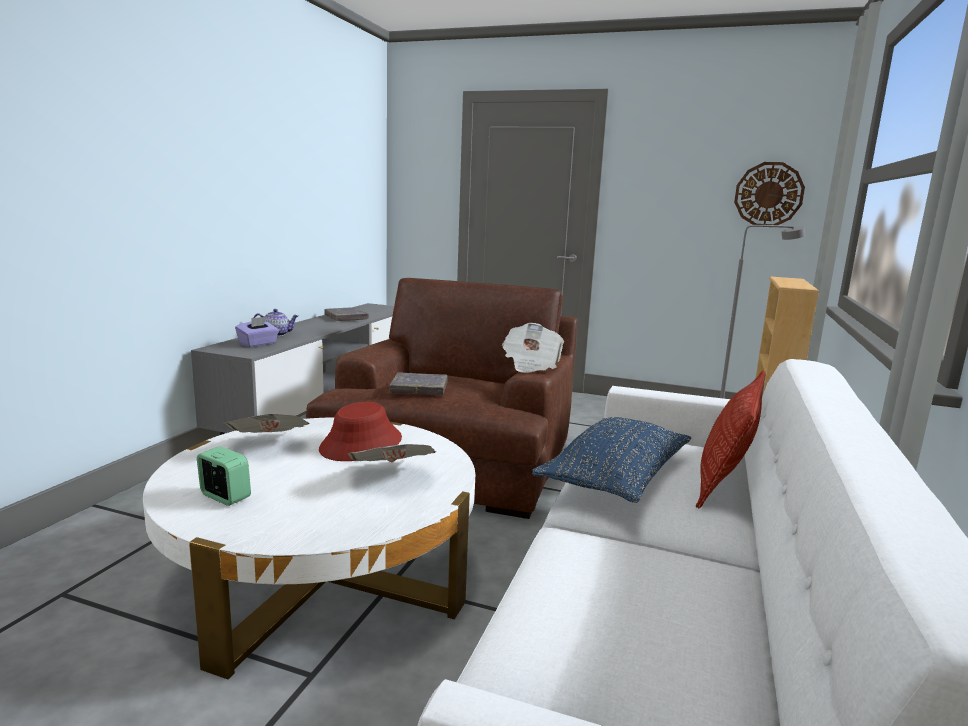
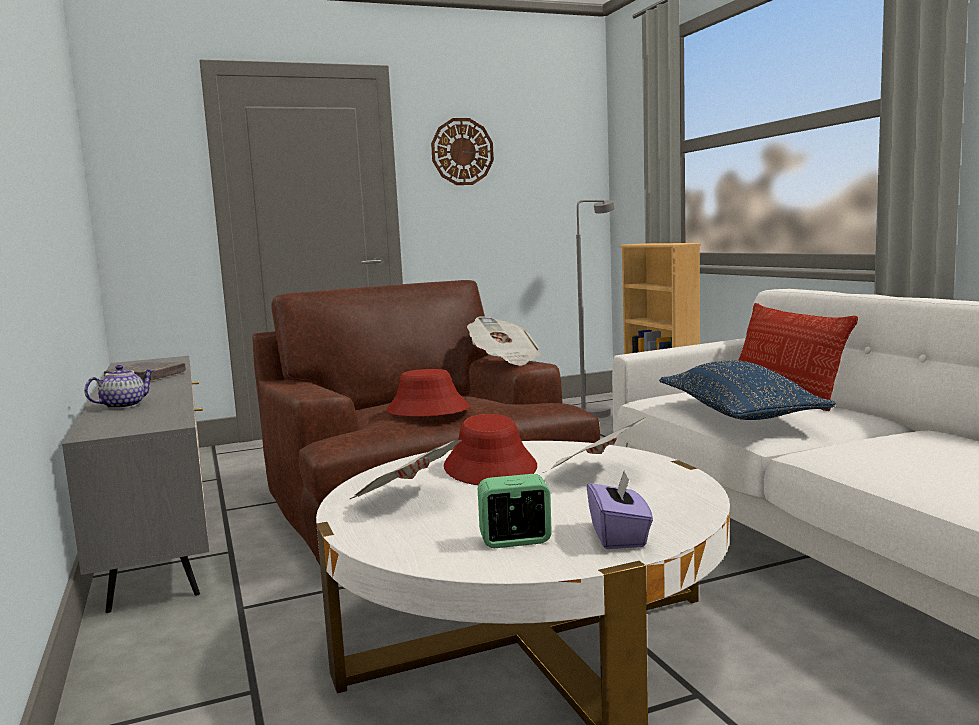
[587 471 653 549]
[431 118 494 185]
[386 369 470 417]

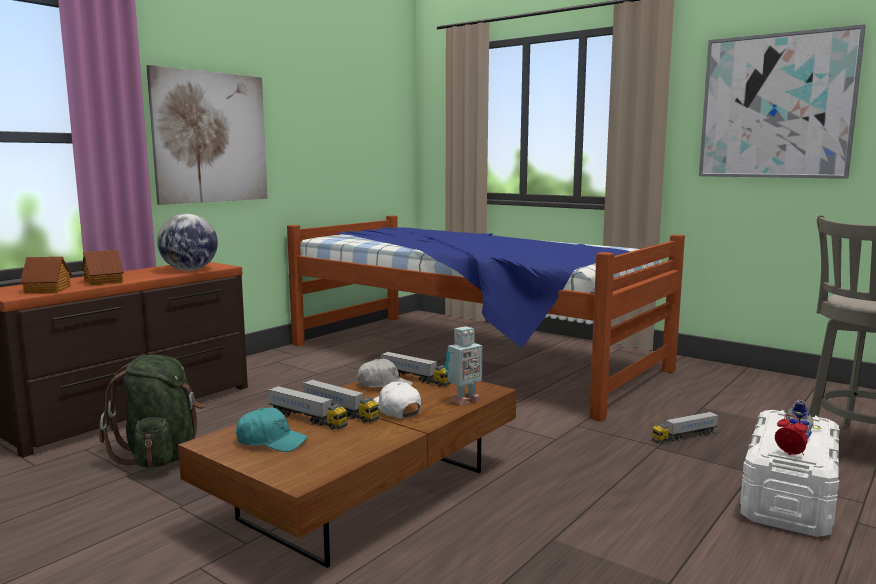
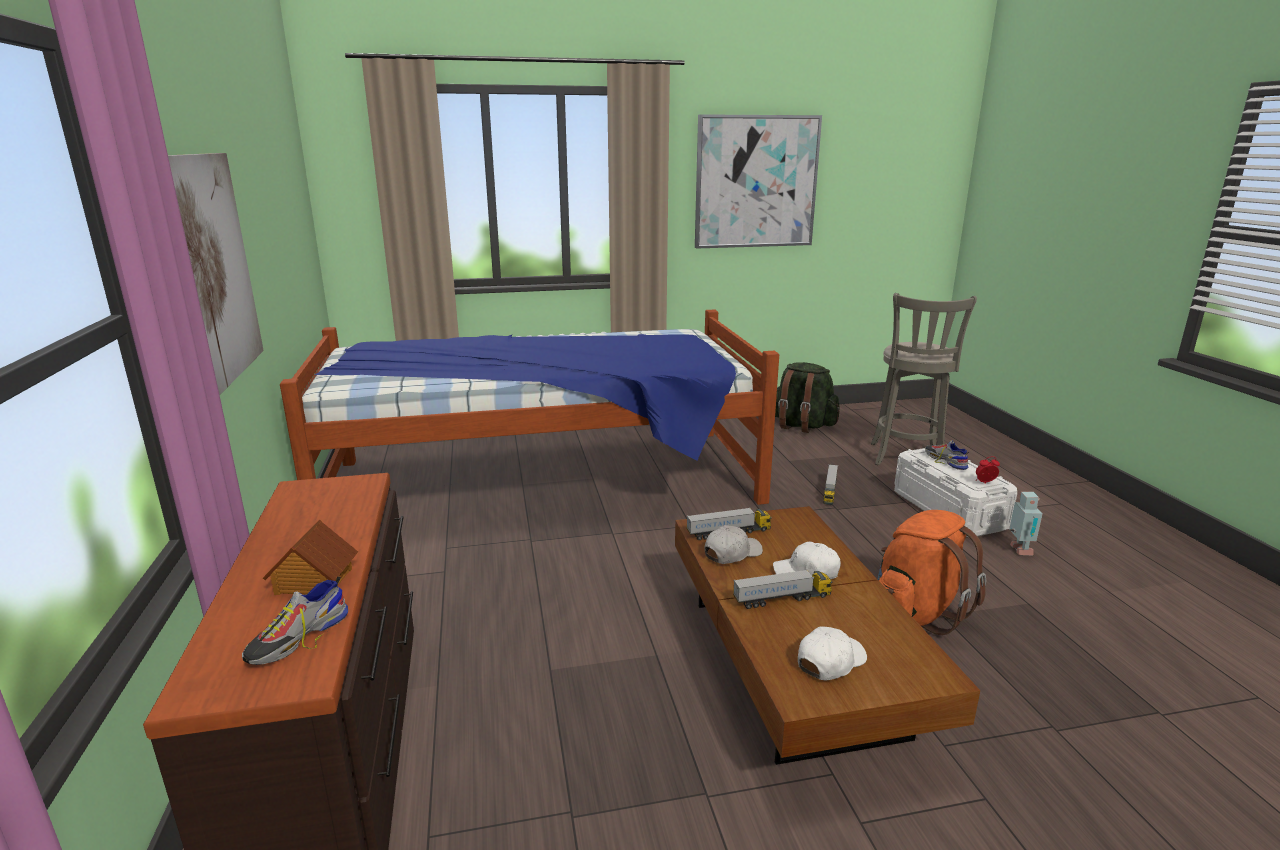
[157 214 218 271] (first image)
[268 386 348 430] (first image)
[878 510 986 635]
[775 362 840 433]
[1009 492 1043 556]
[242 576 348 665]
[798 626 867 680]

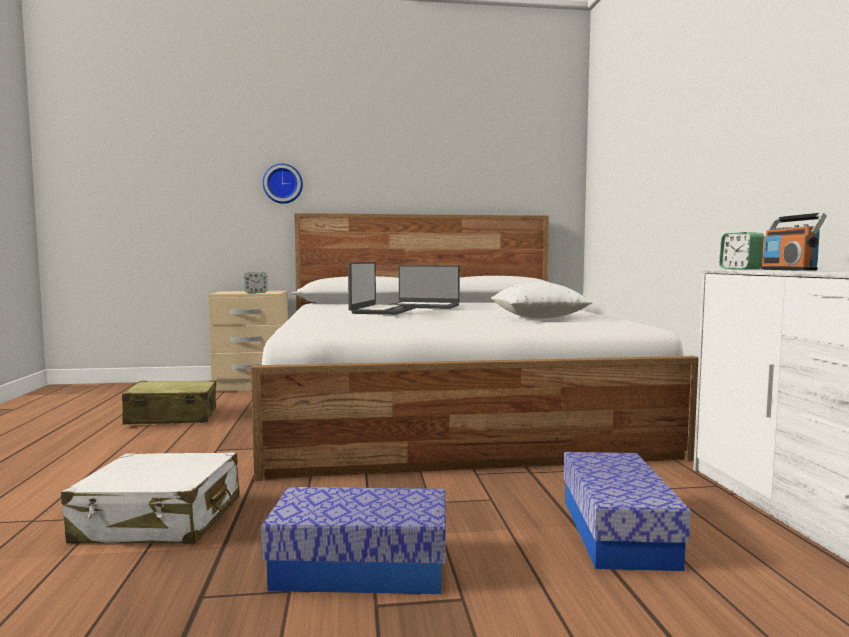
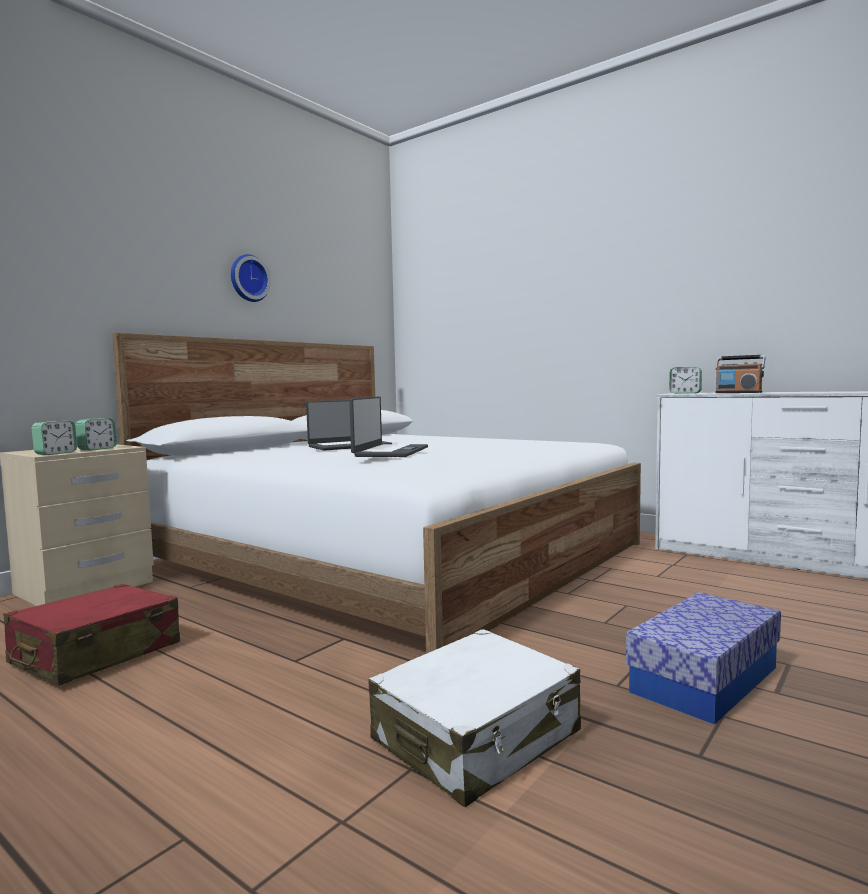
[491 282 592 319] (first image)
[563 452 691 571] (first image)
[31 421 77 455]
[231 254 271 302]
[3 584 180 686]
[349 396 428 457]

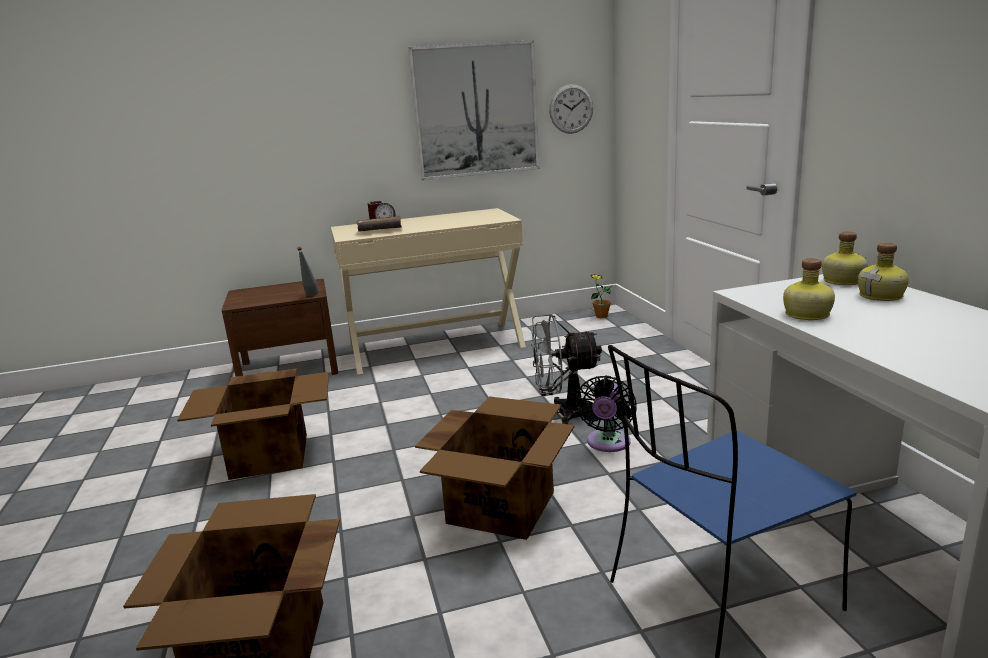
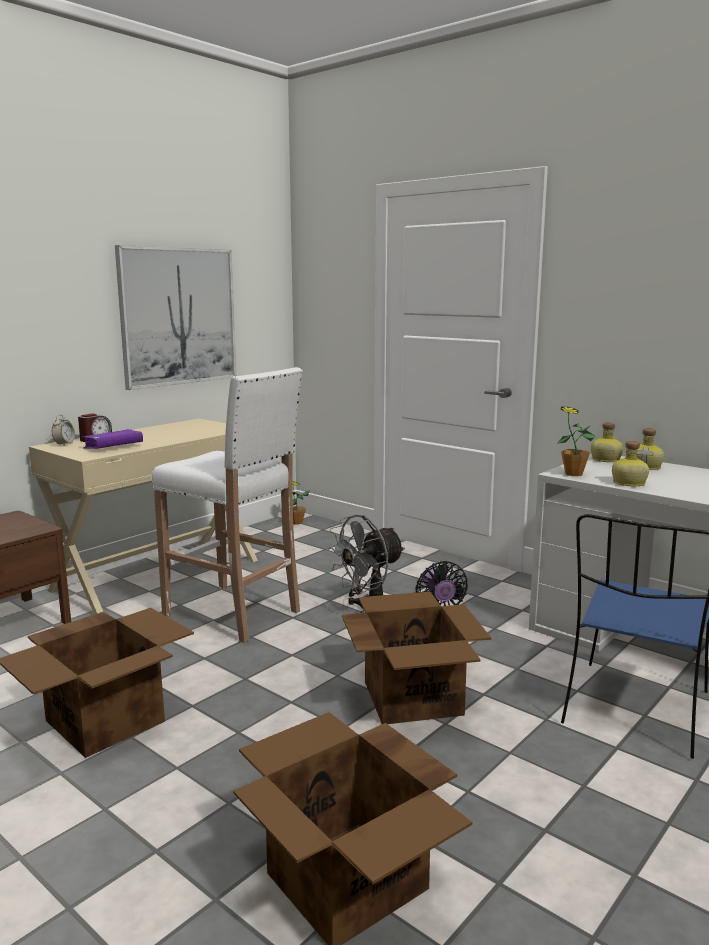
[297 247 319 296] (first image)
[549 84 593 134] (first image)
[52 415 75 445]
[151 367 303 643]
[557 407 596 476]
[82 429 143 449]

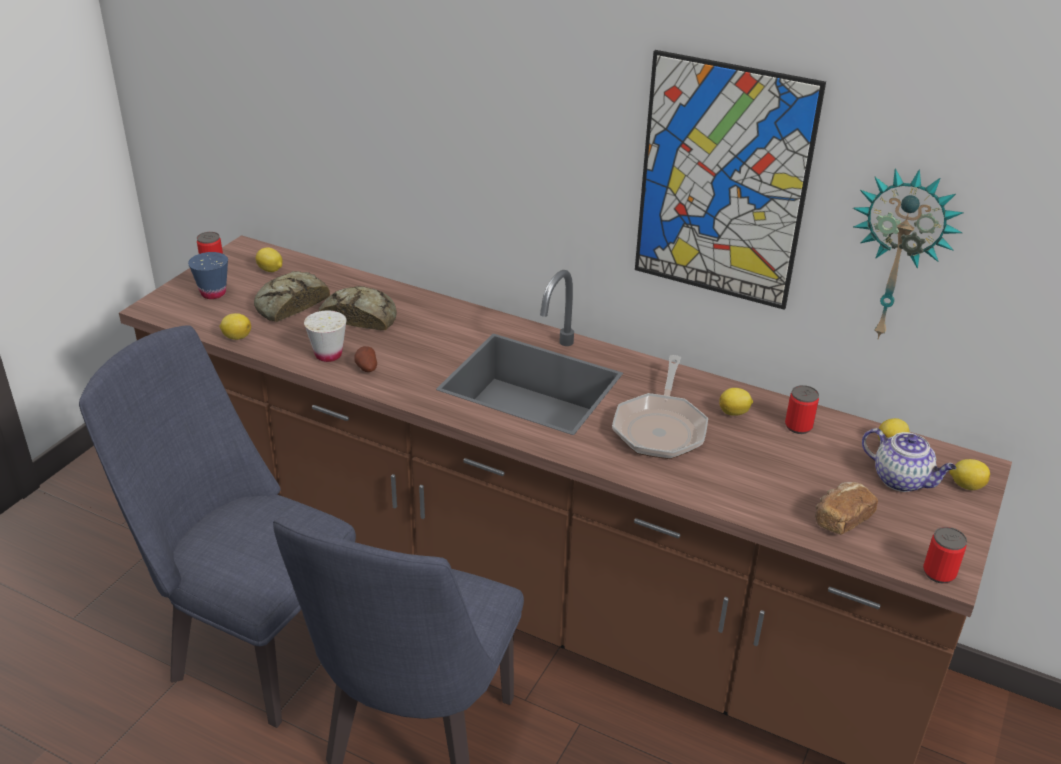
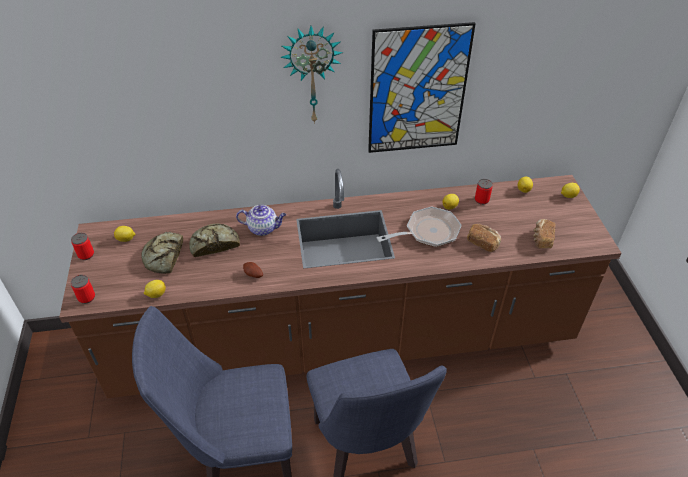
[188 252 228 299] (first image)
[304 310 347 362] (first image)
[467 224 501 252]
[280 26 343 124]
[236 205 286 236]
[71 275 95 304]
[377 207 462 247]

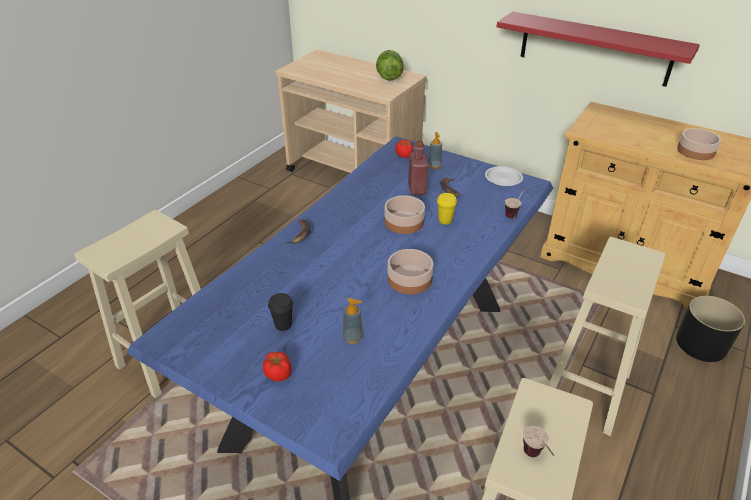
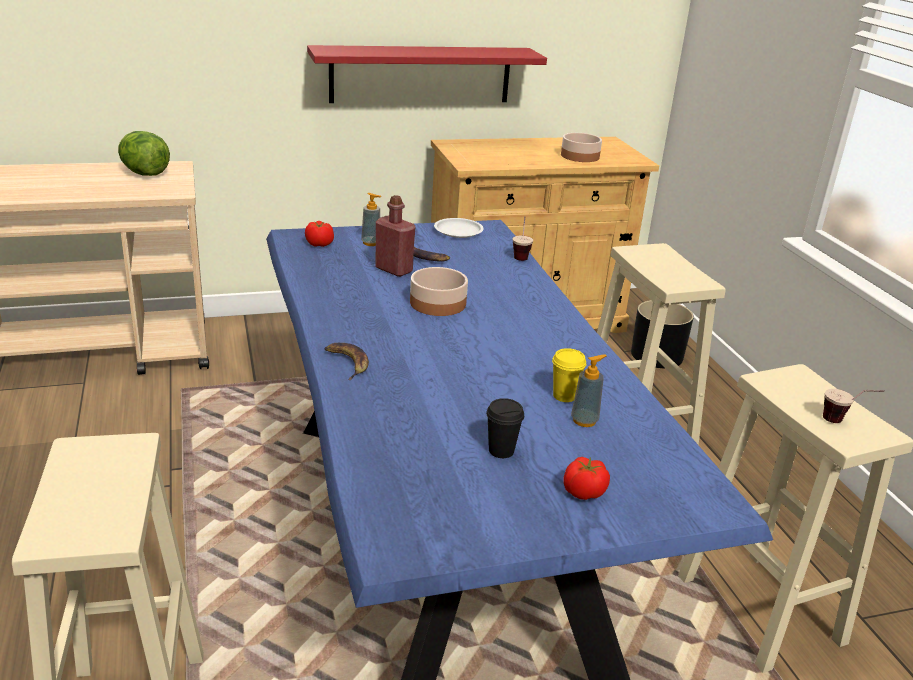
[388 249 433 294] (first image)
[552 348 586 402]

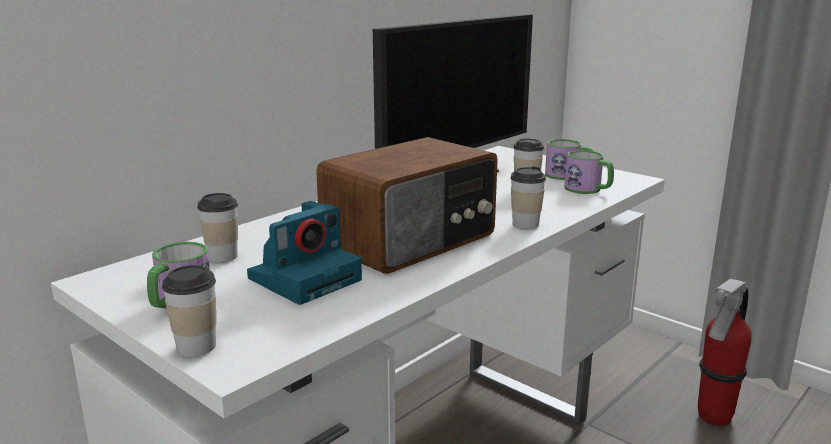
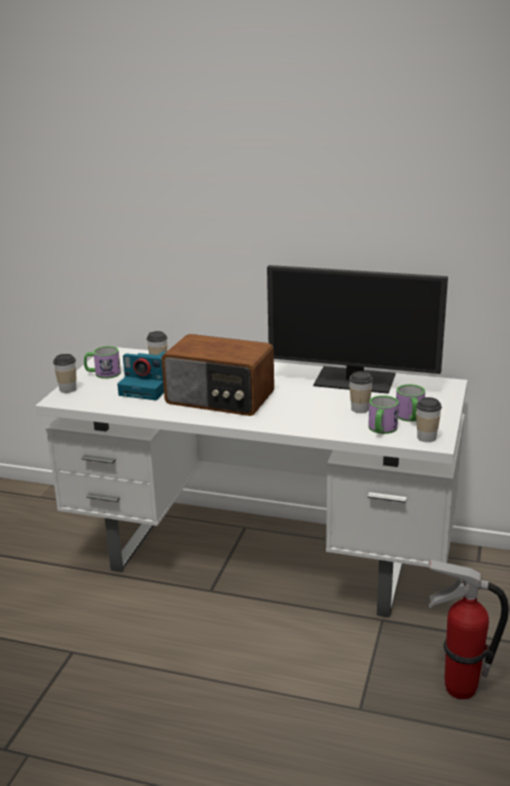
[416 397 442 442]

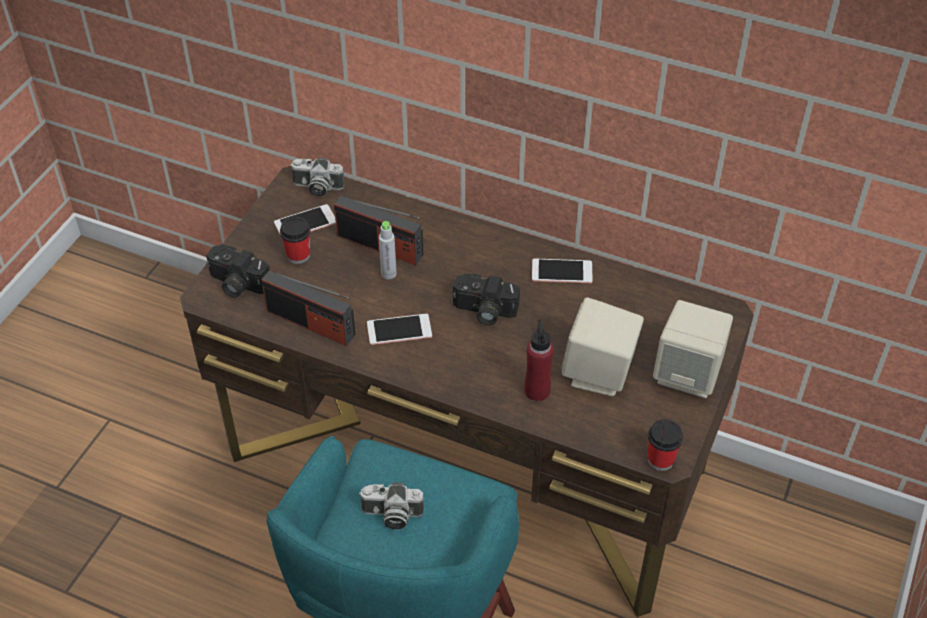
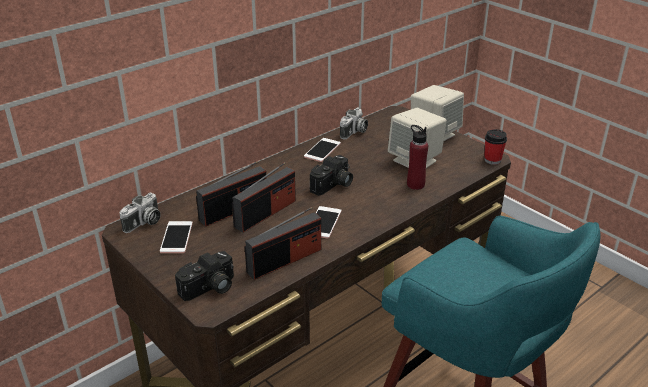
[280 217 310 264] (first image)
[340 107 368 140]
[232 162 296 233]

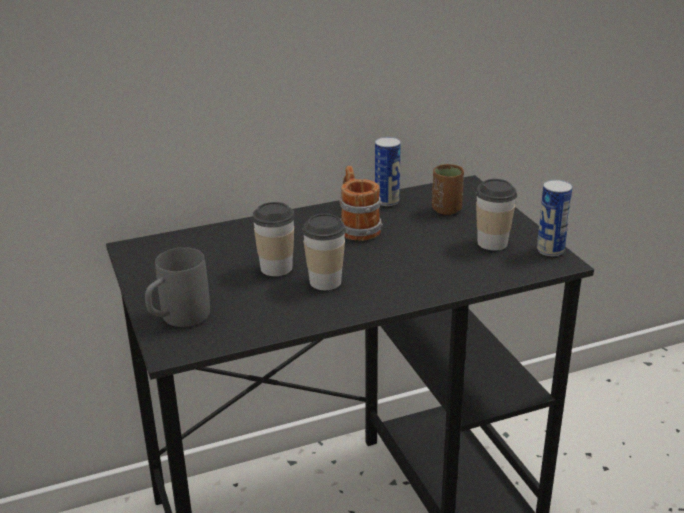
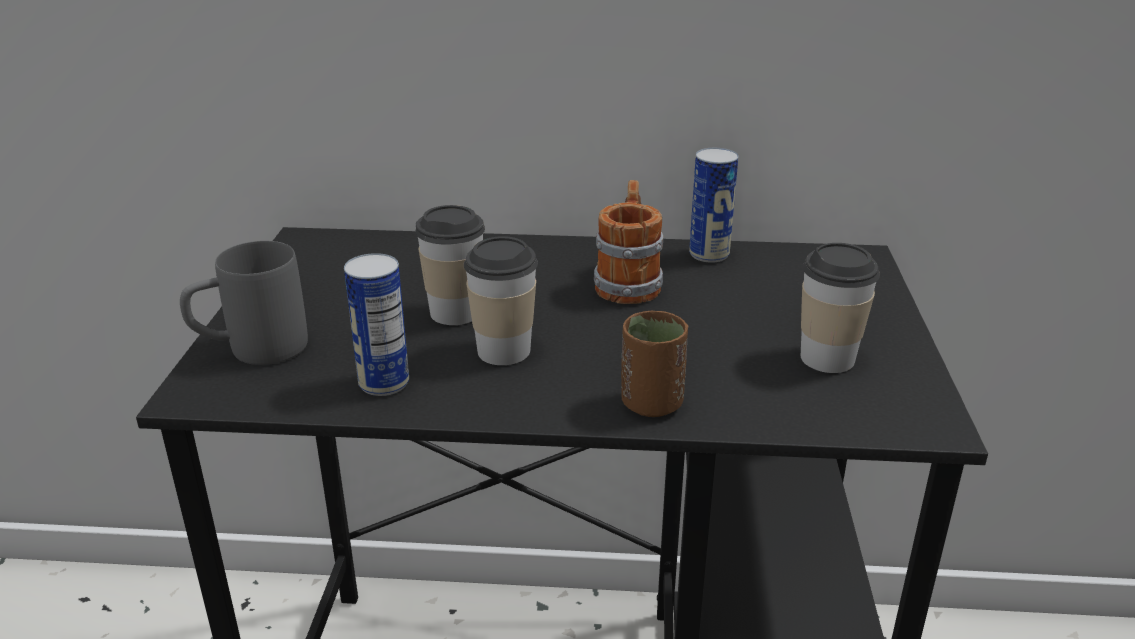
[621 311 689 417]
[344 253 409 396]

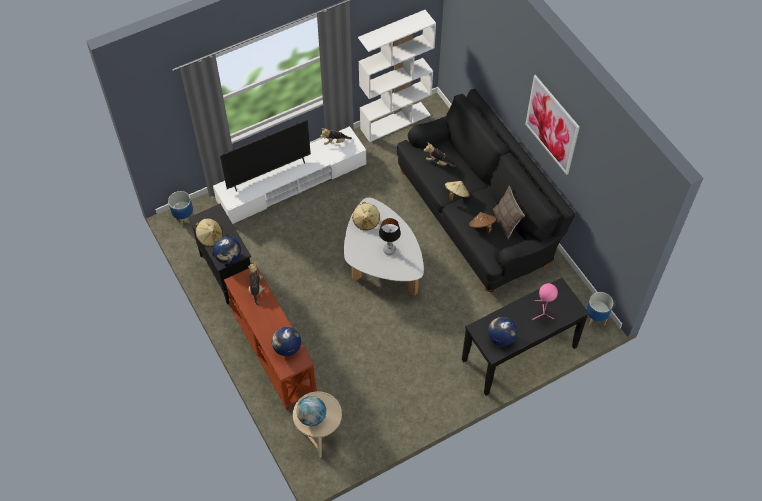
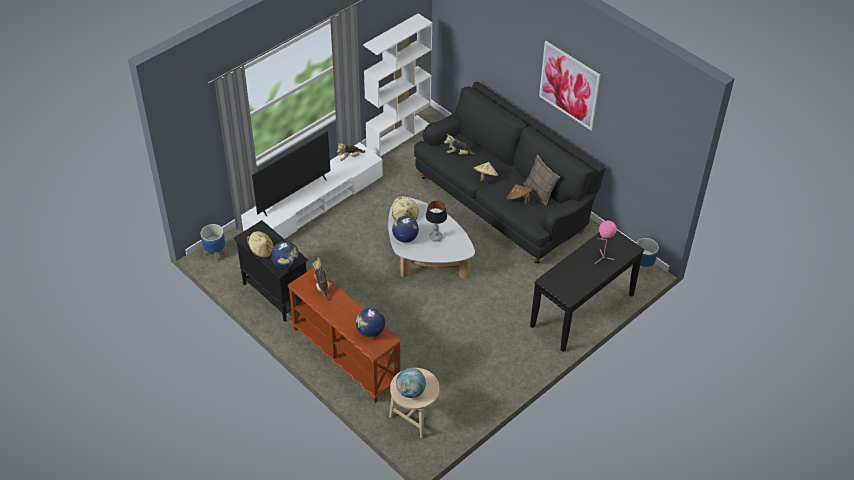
[392 216 419 243]

